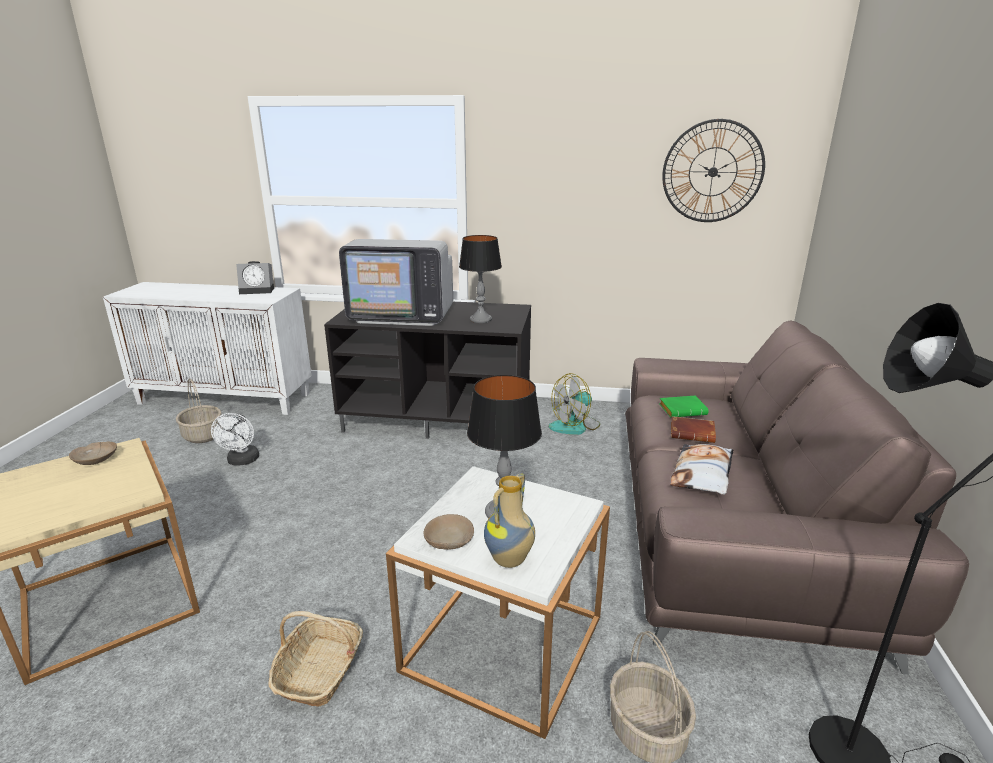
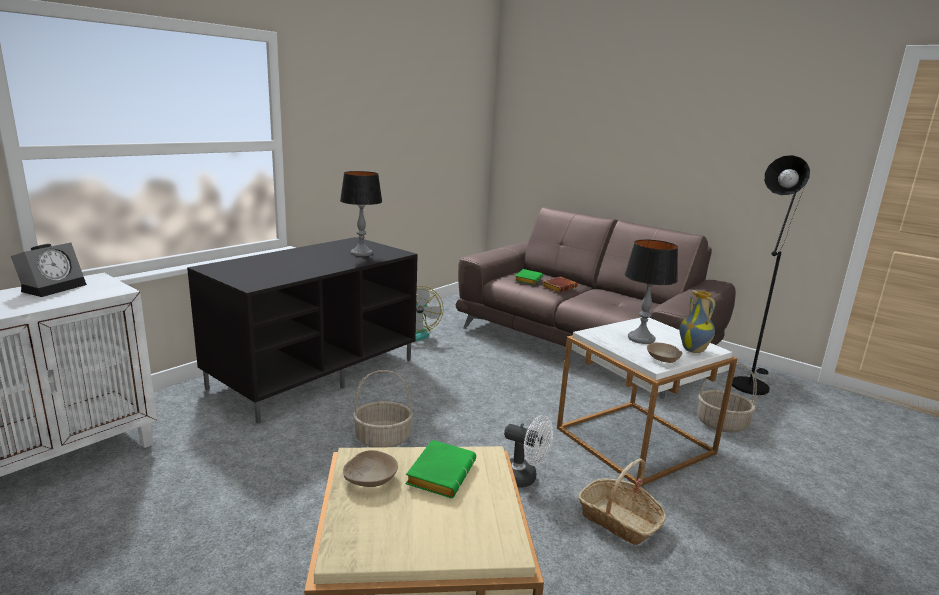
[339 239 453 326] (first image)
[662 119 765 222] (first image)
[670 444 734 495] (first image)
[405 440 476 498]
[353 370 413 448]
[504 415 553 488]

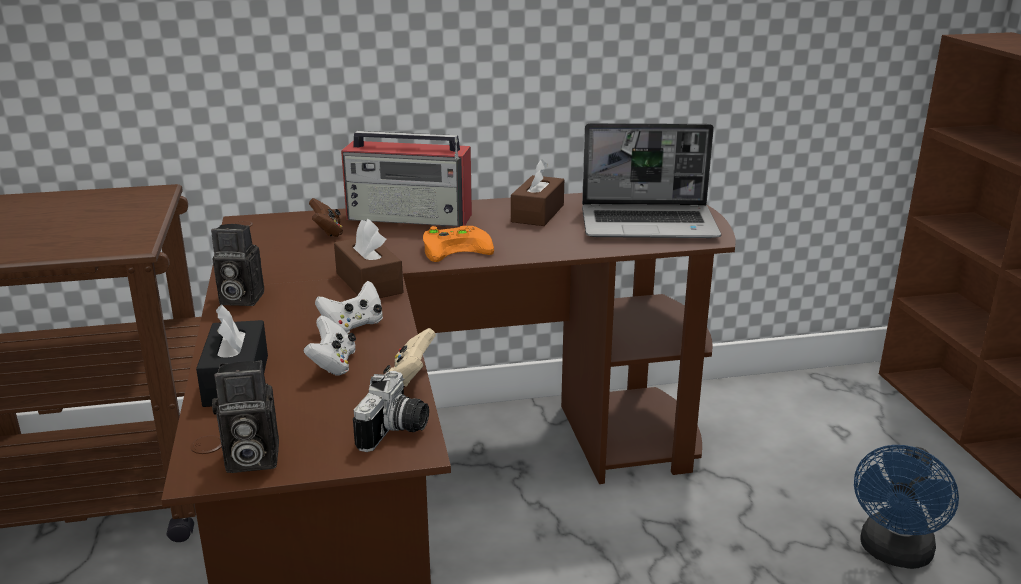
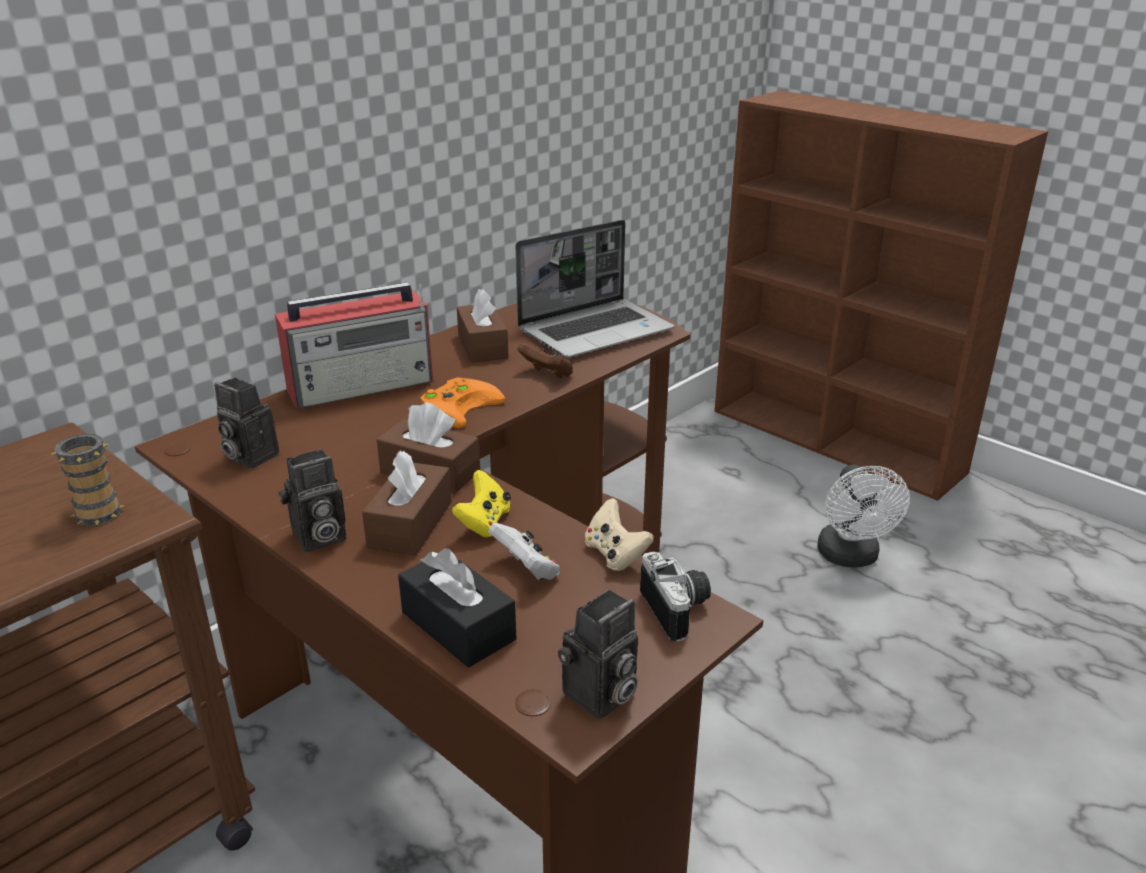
[51 434 124 526]
[214 378 279 469]
[362 450 452 556]
[518 343 573 379]
[452 470 511 537]
[818 464 910 567]

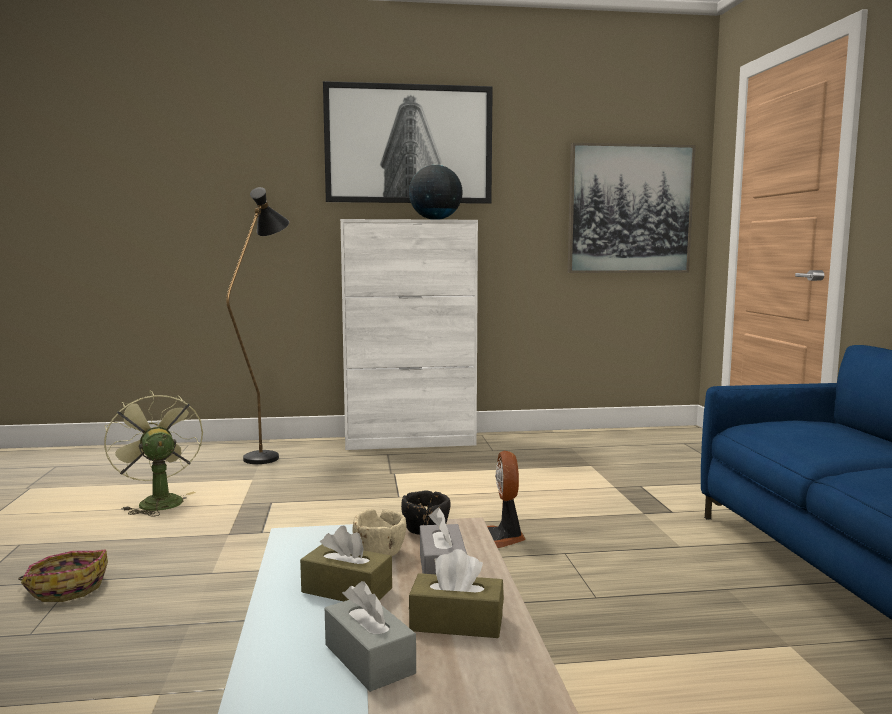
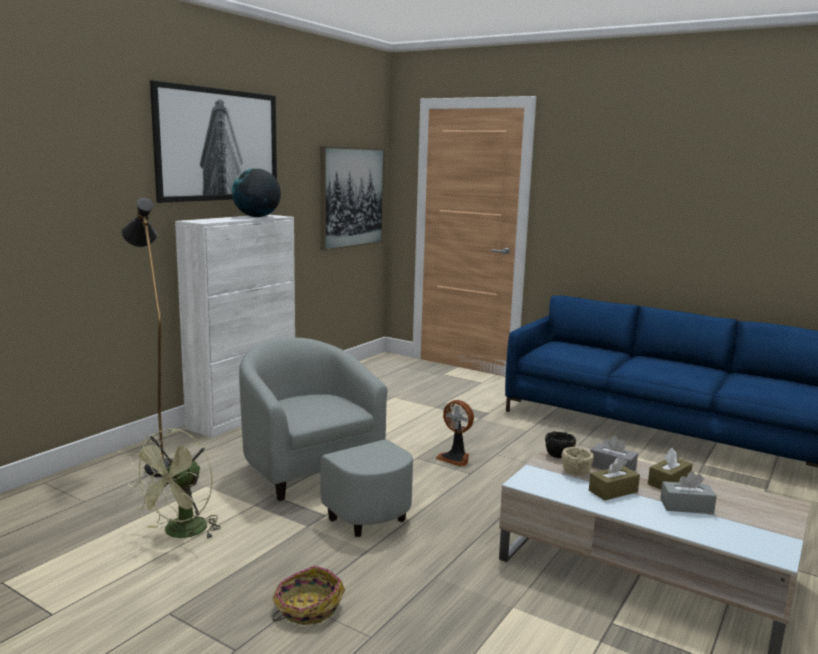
[239 337 413 537]
[128 429 221 539]

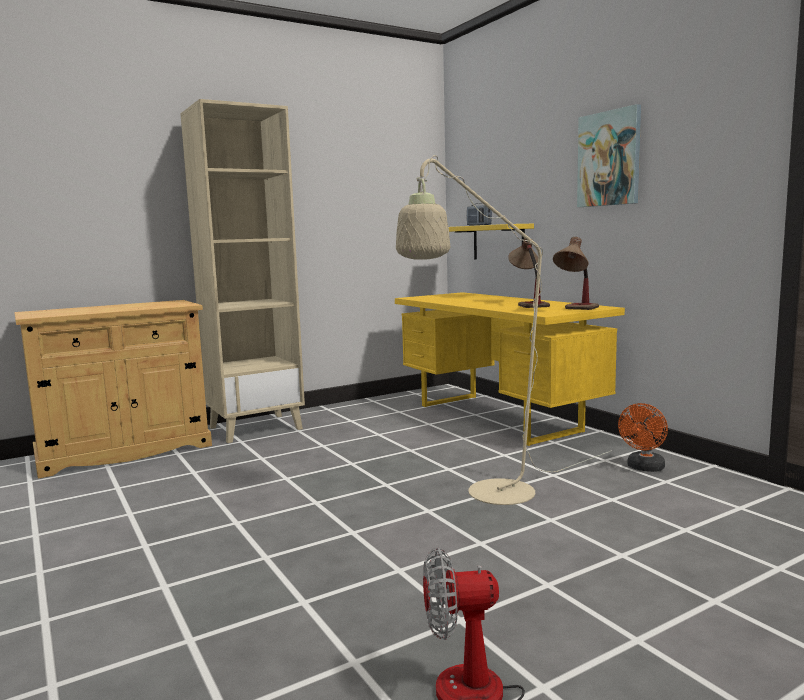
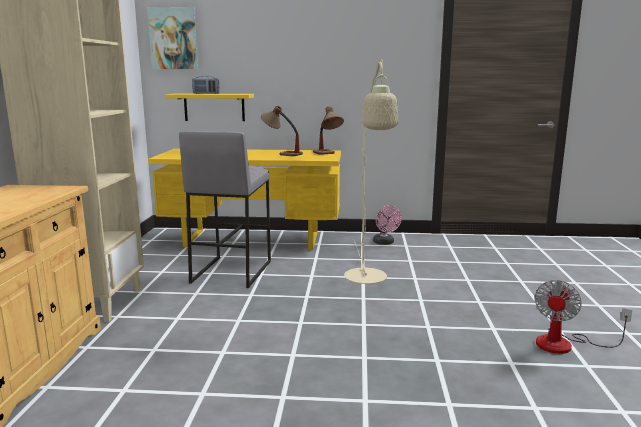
[179 131 271 288]
[147 7 199 69]
[373 205 402 245]

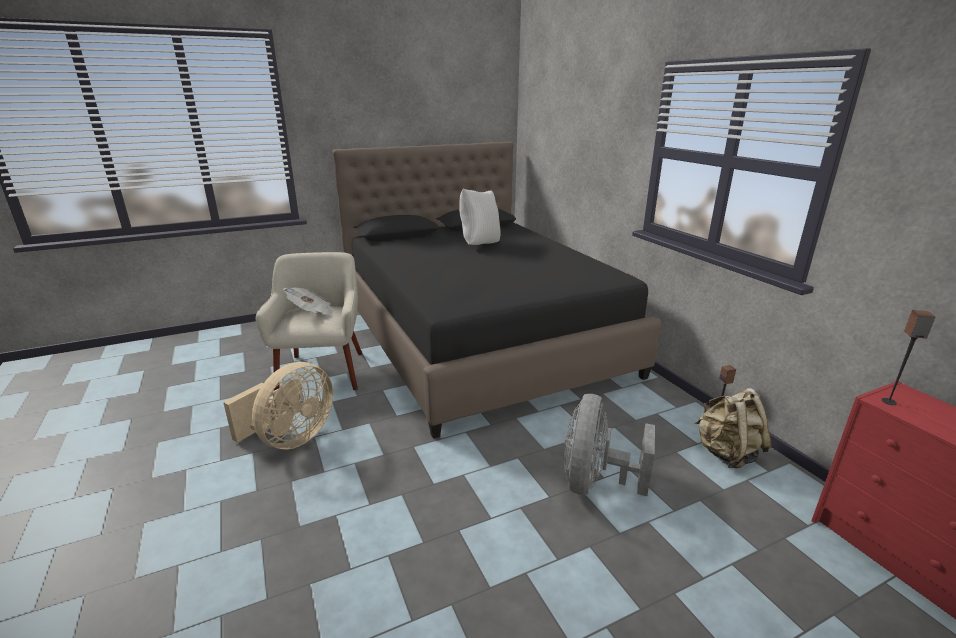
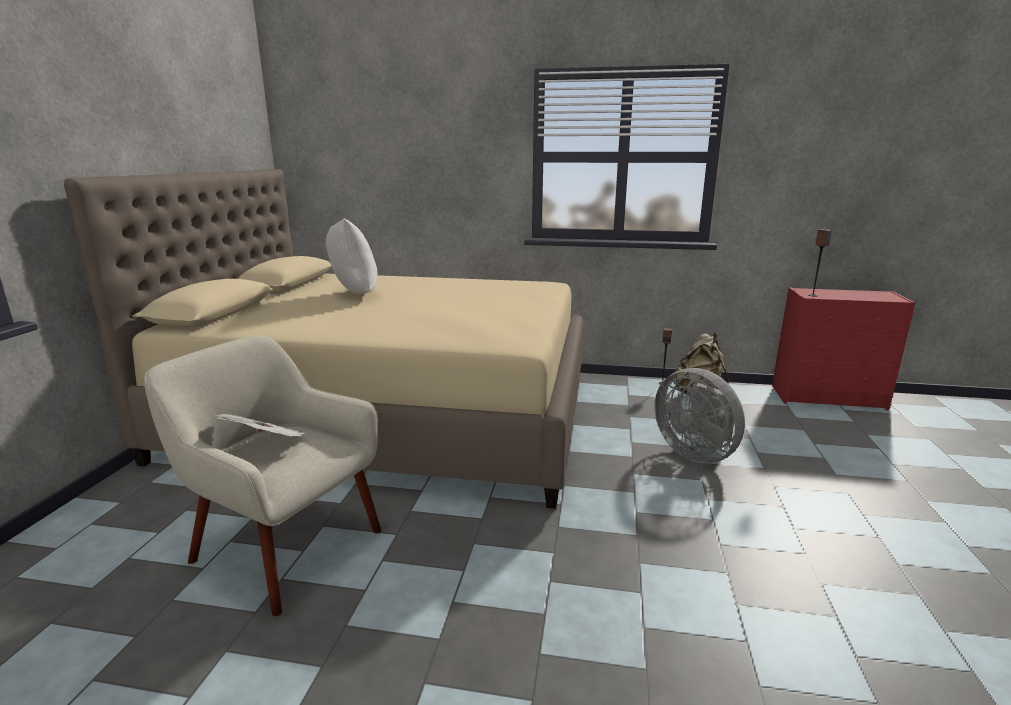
[223 362 333 449] (first image)
[64 169 584 509]

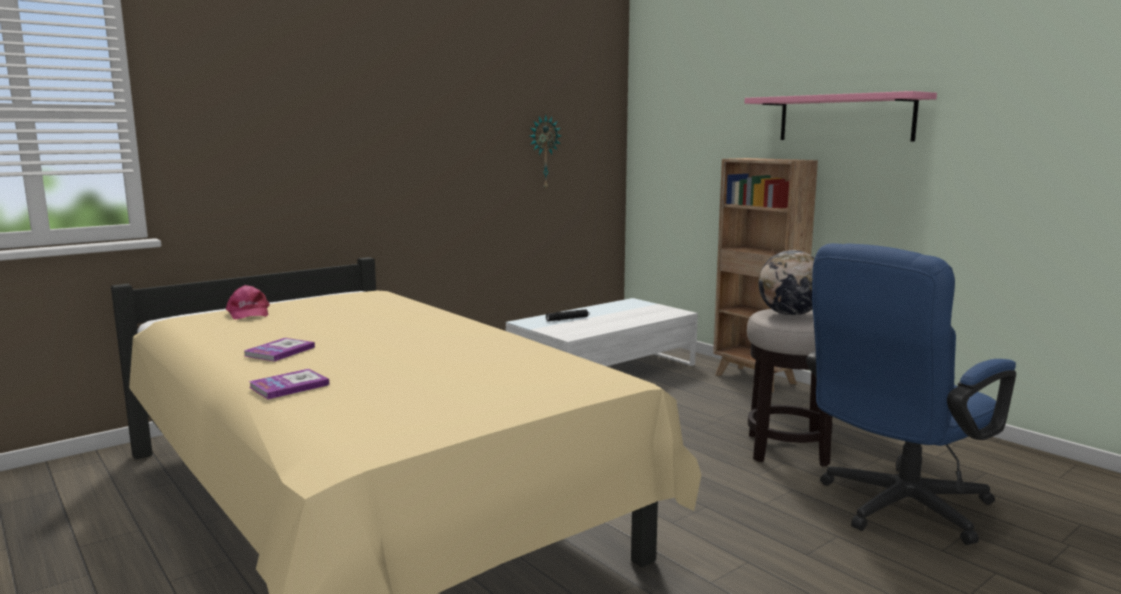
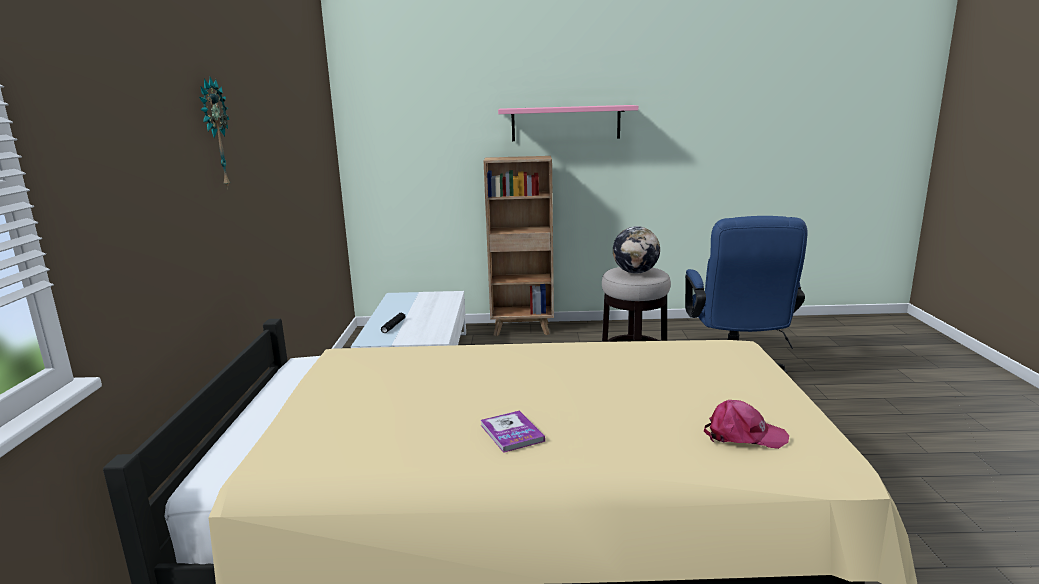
[249 369 330 399] (first image)
[704 400 789 449]
[199 77 230 189]

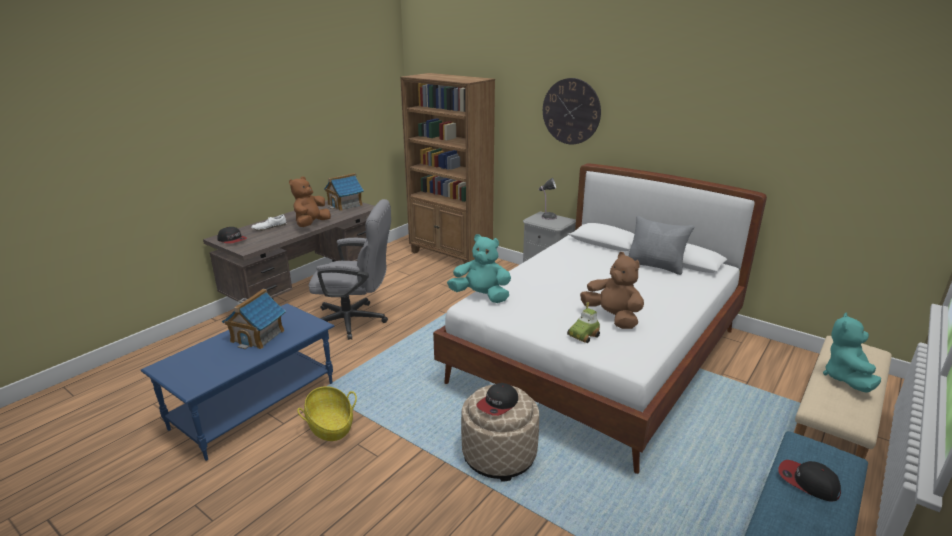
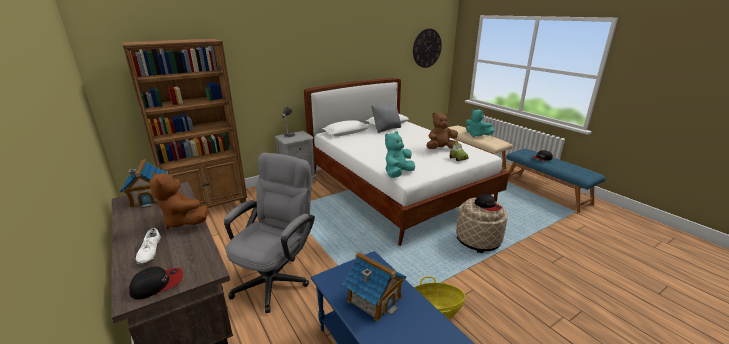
[413 29 442 68]

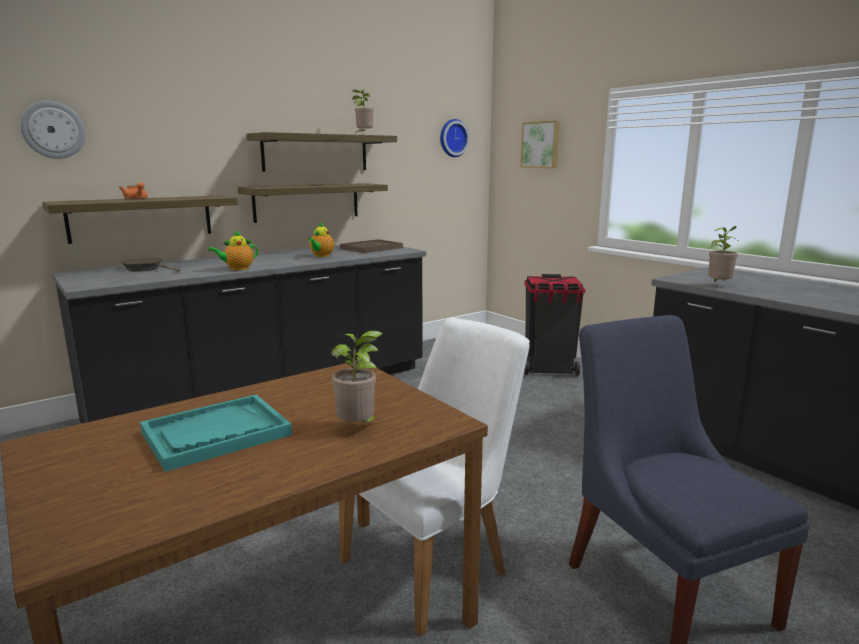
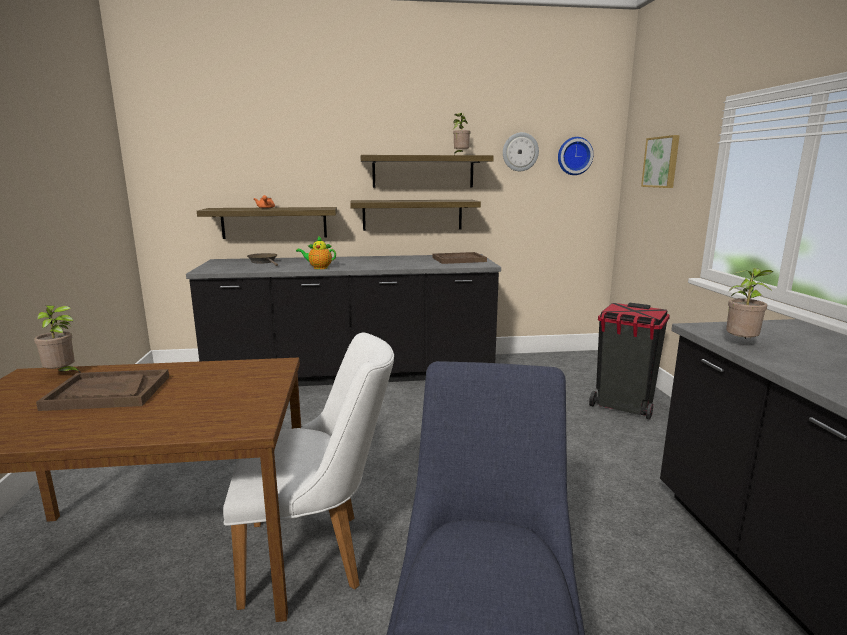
[308 221 334 257] (first image)
[503 132 539 171]
[34 306 81 373]
[36 369 169 411]

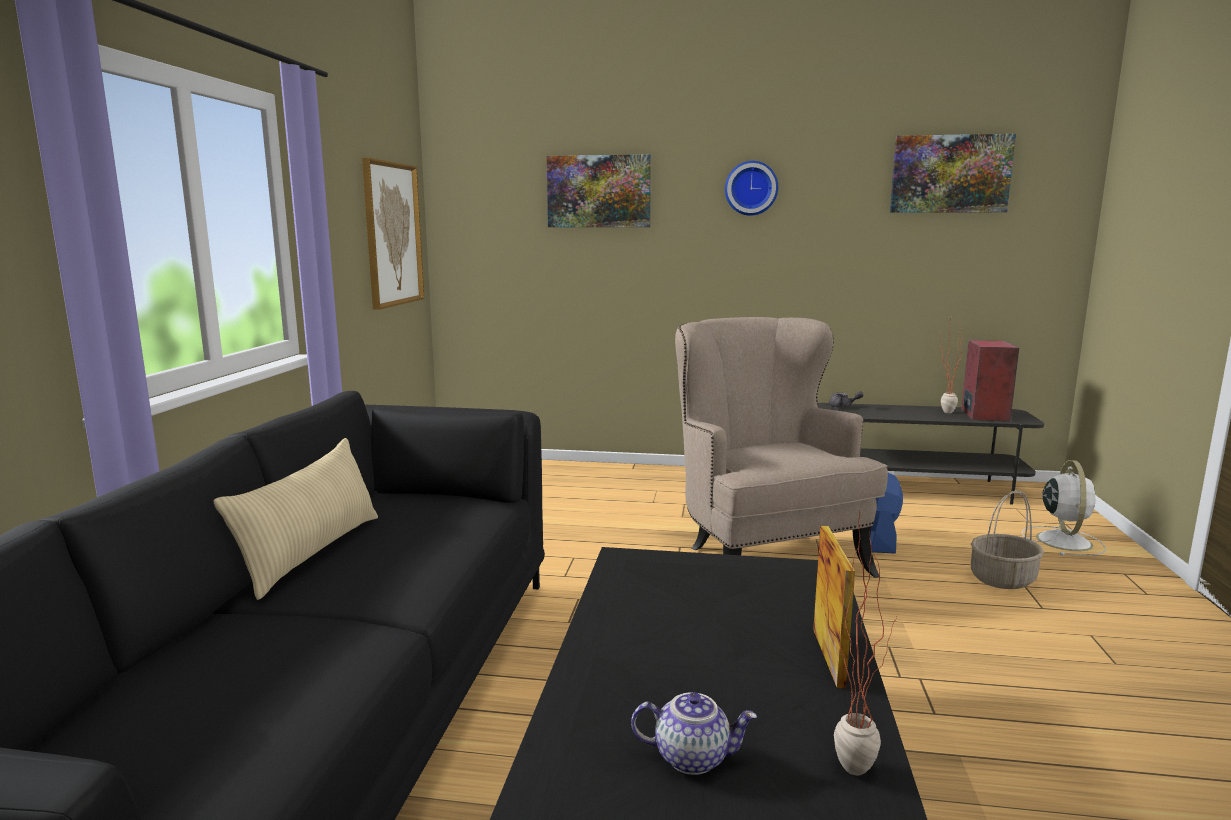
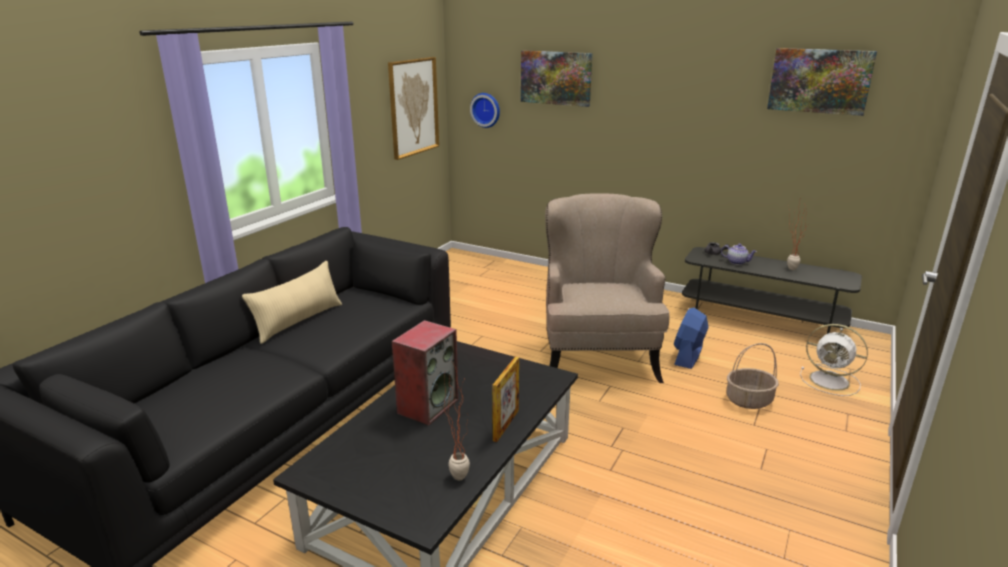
[721 244 757 265]
[470 93 500 128]
[391 320 459 426]
[800 324 868 396]

